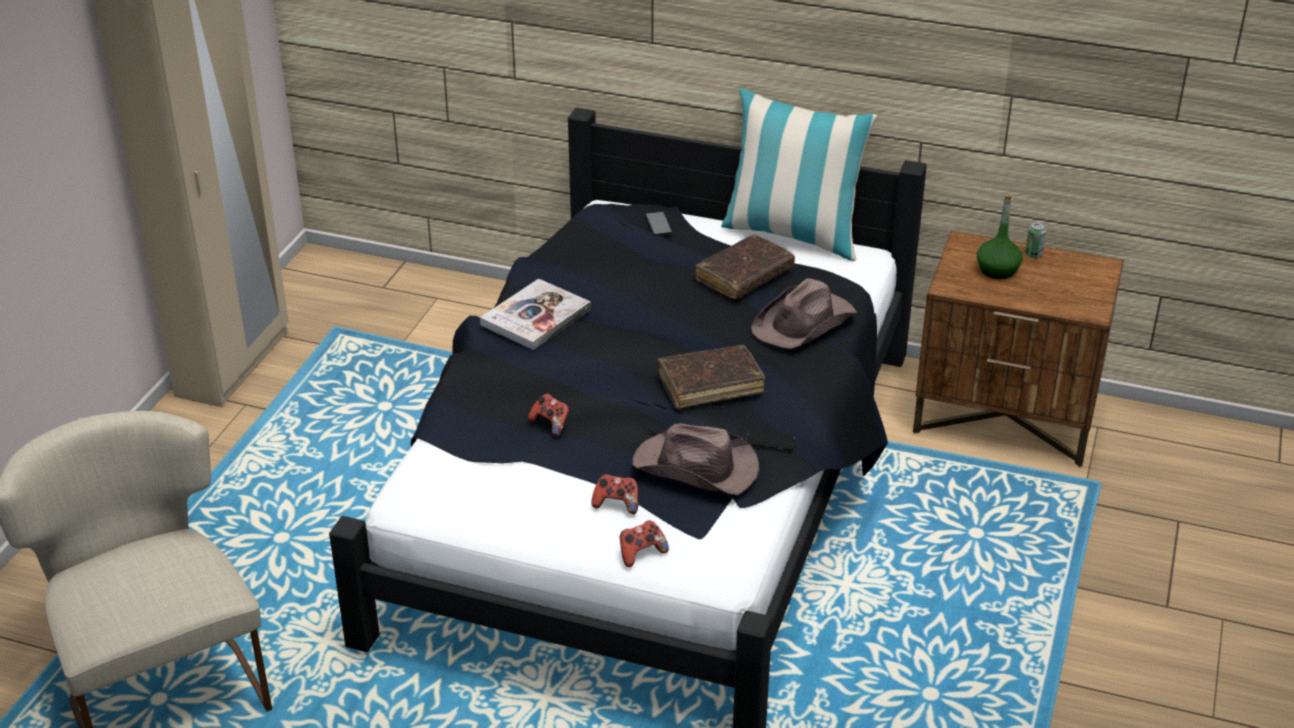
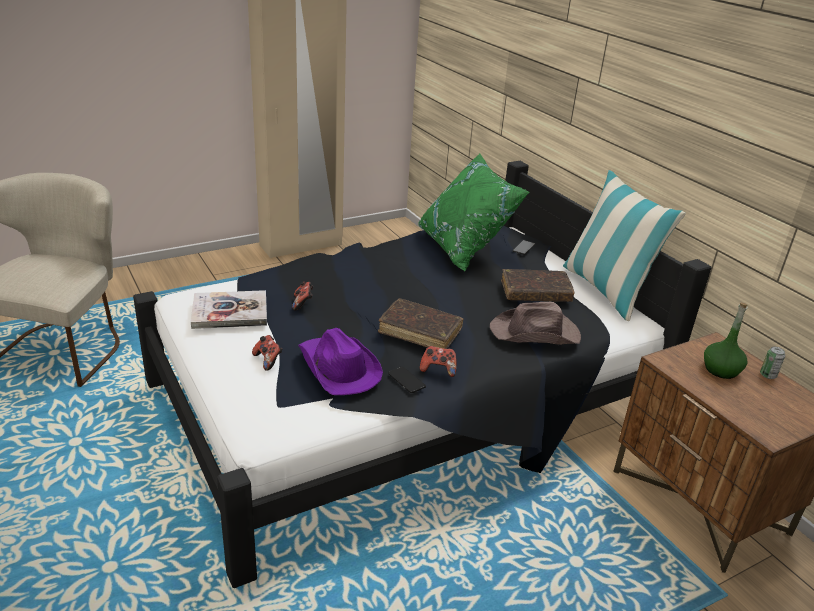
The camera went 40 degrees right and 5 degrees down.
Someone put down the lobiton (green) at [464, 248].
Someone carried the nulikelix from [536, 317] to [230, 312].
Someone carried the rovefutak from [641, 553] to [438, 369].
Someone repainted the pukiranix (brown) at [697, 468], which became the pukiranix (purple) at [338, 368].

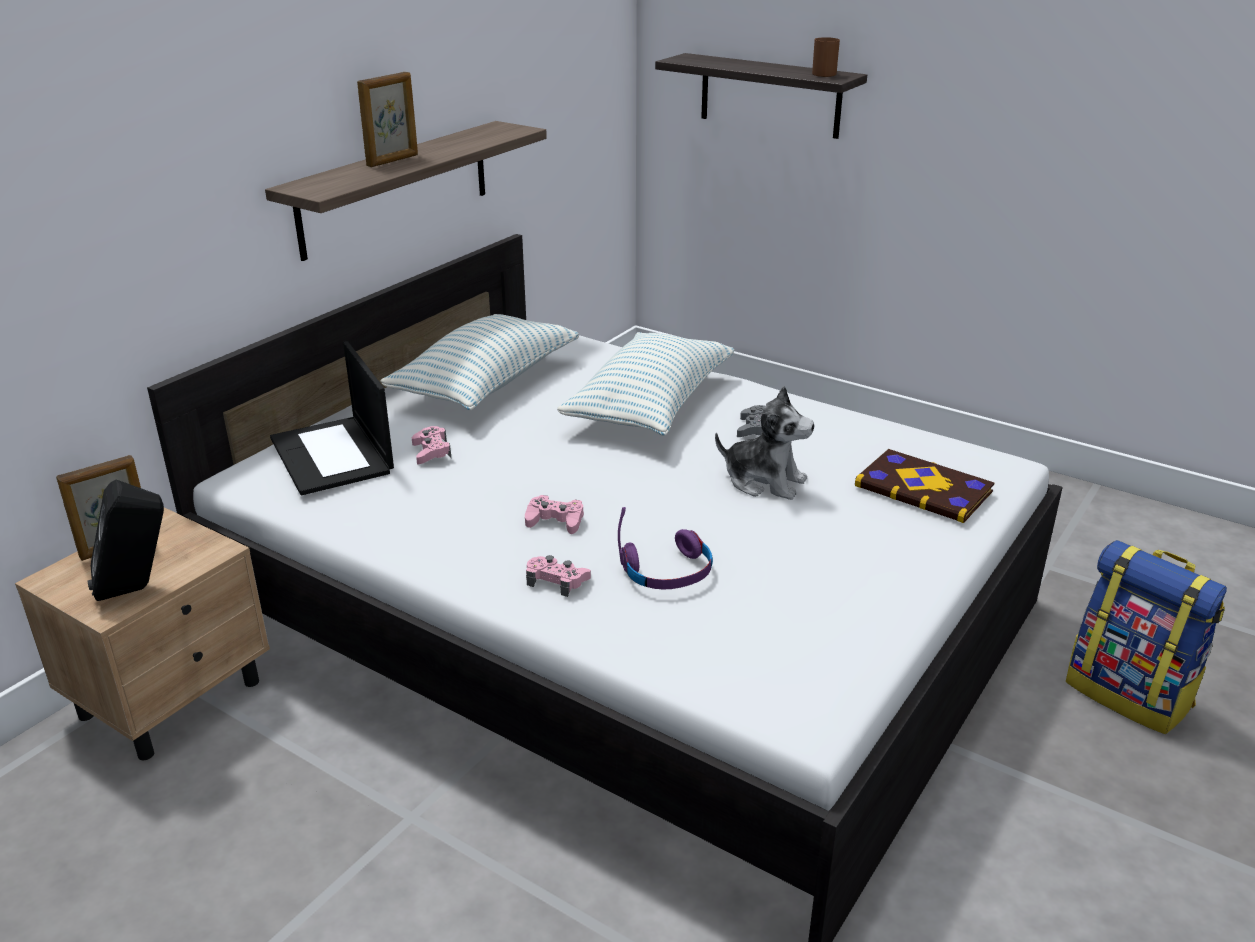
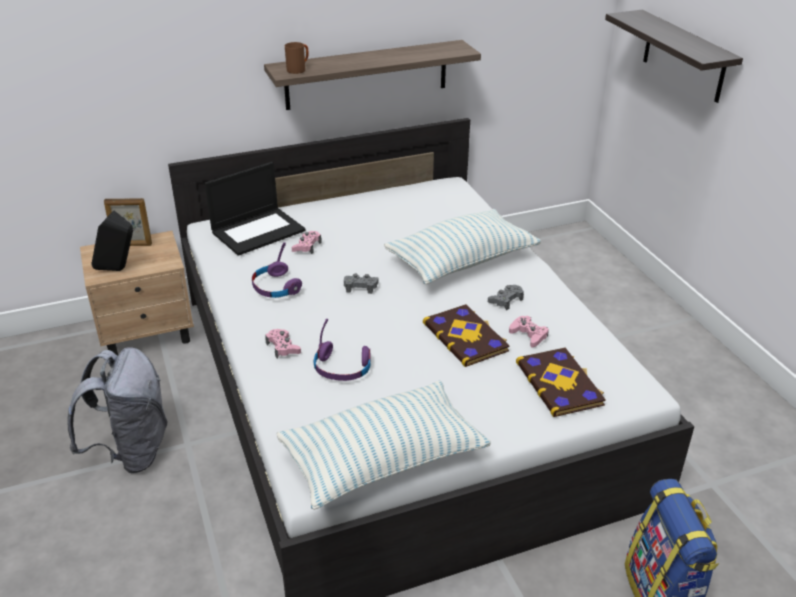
The camera went 35 degrees right and 5 degrees up.
Someone took away the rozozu at [393, 160].
Someone put down the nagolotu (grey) at [132, 451].
Someone put down the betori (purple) at [275, 287].
Someone put down the rovefutak (grey) at [361, 287].
Someone carried the lobiton from [486, 384] to [383, 459].
Someone carried the rovefutak (pink) from [555, 520] to [528, 335].
Someone carried the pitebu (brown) from [823, 73] to [299, 69].
Someone swapped the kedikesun at [764, 481] for the nulikelix at [466, 337].
Someone rotated the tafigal at [333, 456] by 135 degrees counterclockwise.

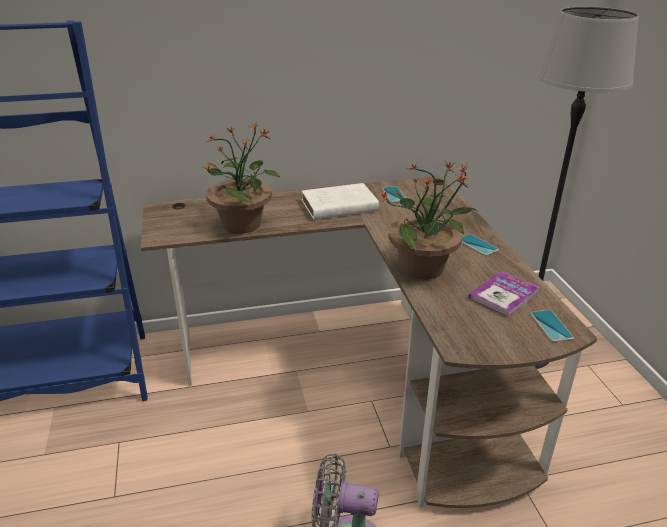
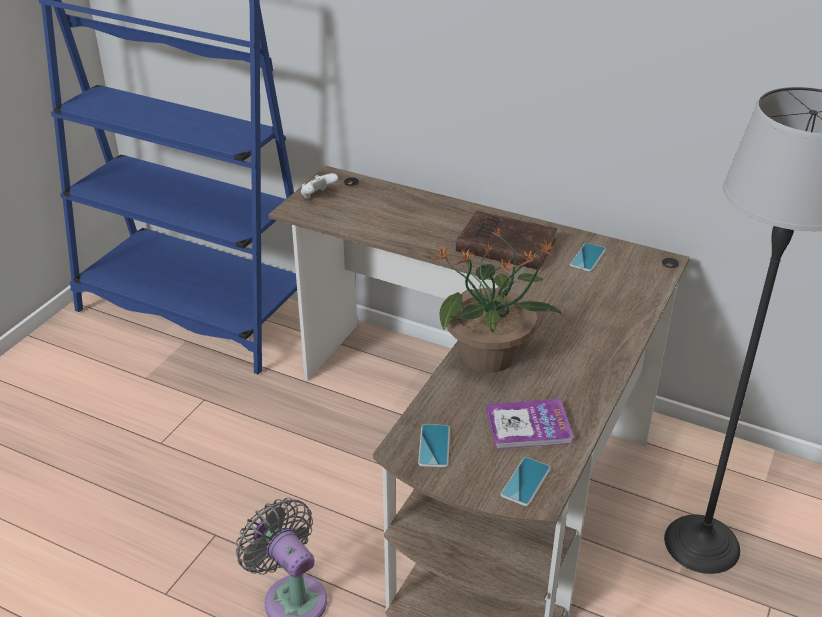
The camera went 40 degrees right and 5 degrees up.
Someone took away the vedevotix at [242, 224].
Someone put down the rovefutak (white) at [318, 196].
Someone carried the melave from [477, 245] to [434, 446].
Someone repainted the nulikelix (white) at [337, 206], which became the nulikelix (brown) at [503, 245].

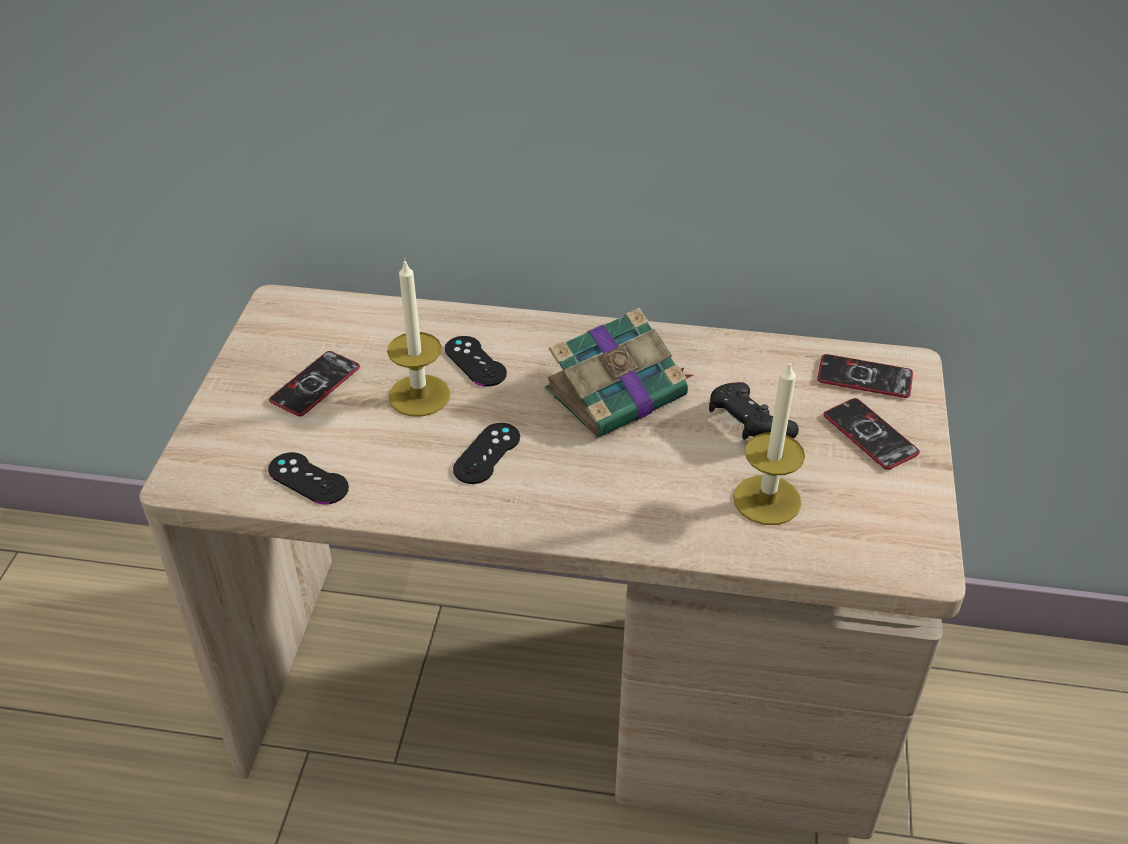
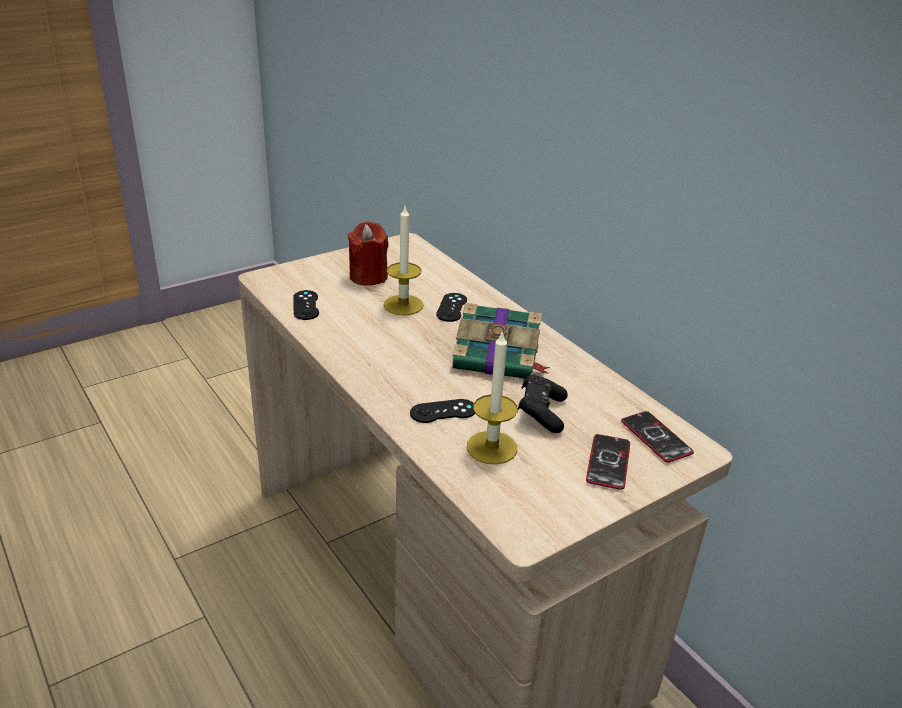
The camera went 45 degrees right and 10 degrees down.
Someone carried the rovefutak (black) from [487, 453] to [443, 411].
Someone swapped the melave at [315, 385] for the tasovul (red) at [368, 276].

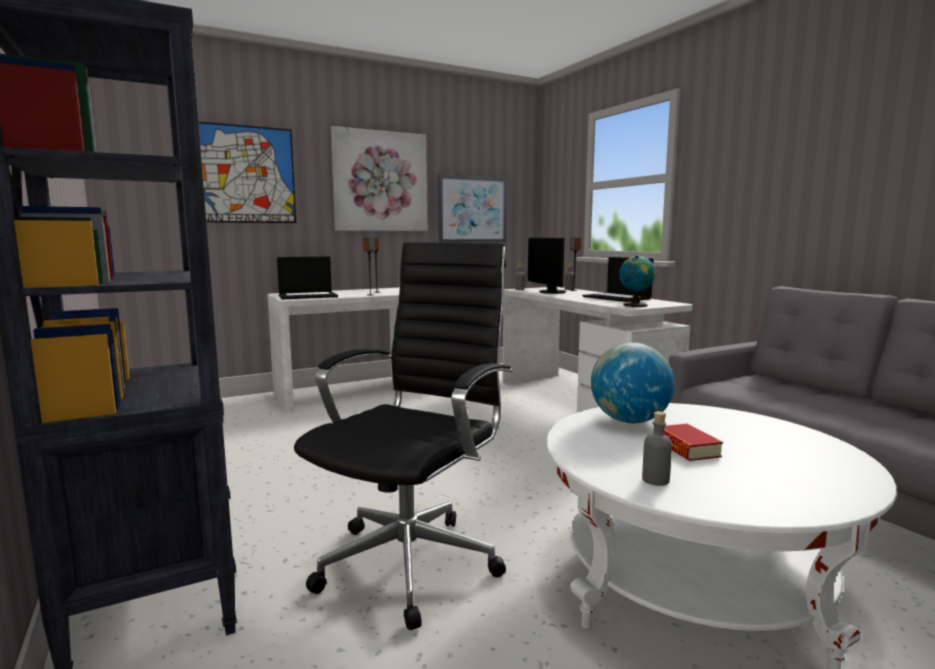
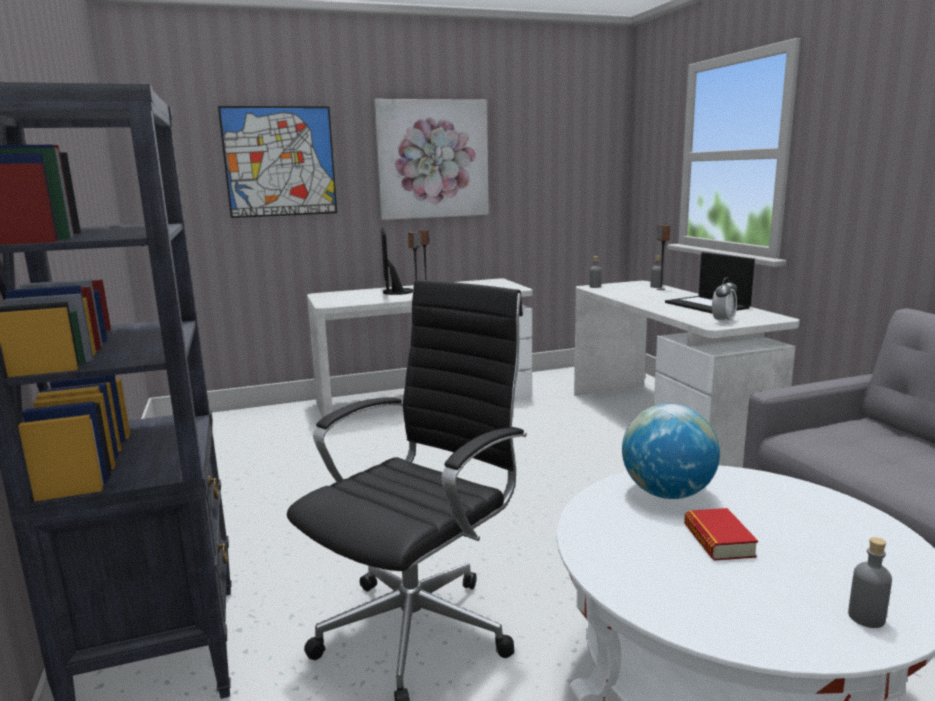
The camera went 10 degrees right and 5 degrees up.
Someone took away the tafigal at [308, 296].
Someone took away the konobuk at [472, 209].
Someone carried the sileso from [549, 292] to [394, 292].
Someone carried the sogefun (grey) from [655, 480] to [866, 617].
Someone swapped the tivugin at [635, 305] for the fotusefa at [723, 321].

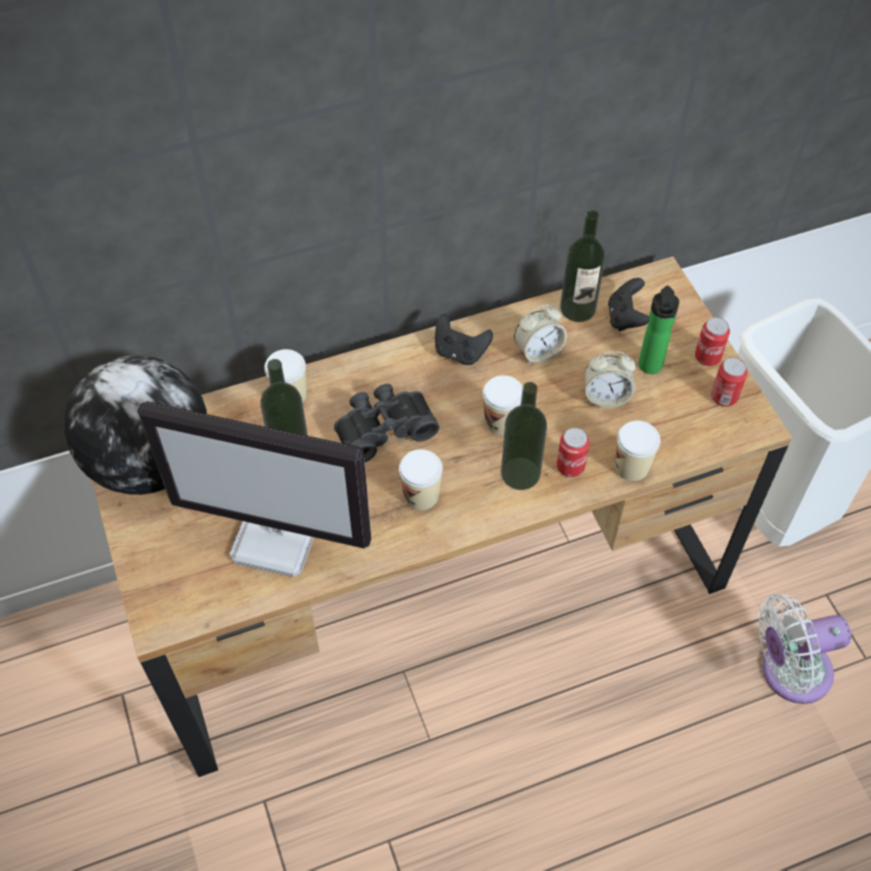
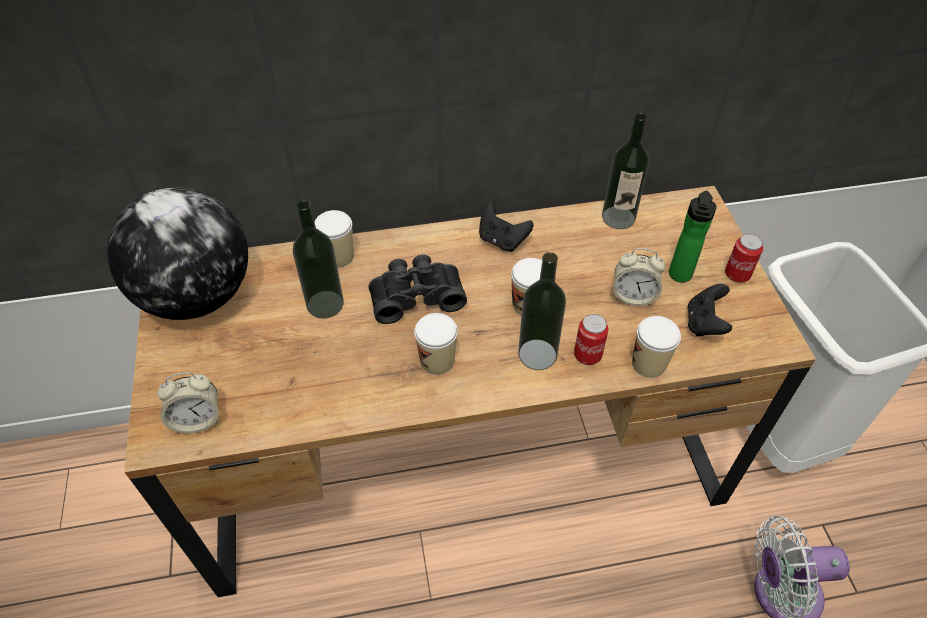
The camera went 10 degrees right and 5 degrees down.
Someone took away the sileso at [278, 538].
Someone took away the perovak at [724, 397].
Someone carried the fotusefa from [538, 352] to [197, 419].
Someone carried the rovefutak (black) from [625, 318] to [704, 323].

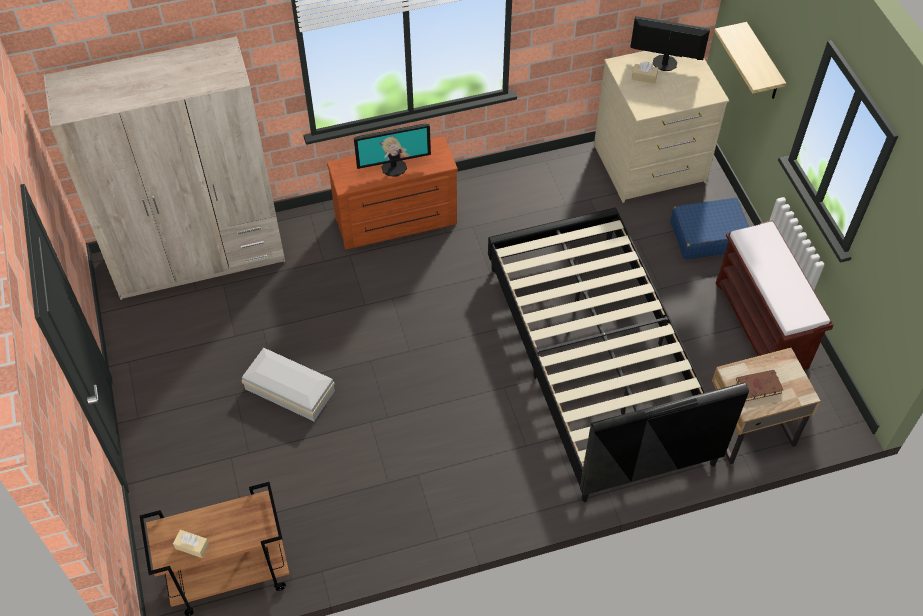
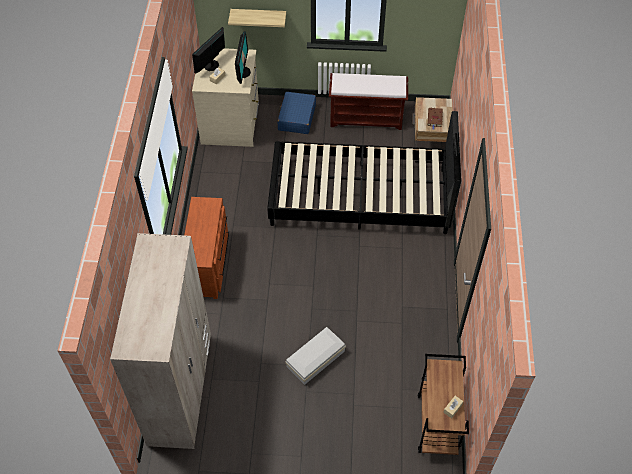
The camera went 70 degrees left and 0 degrees up.
Someone carried the sileso from [394, 167] to [243, 72].

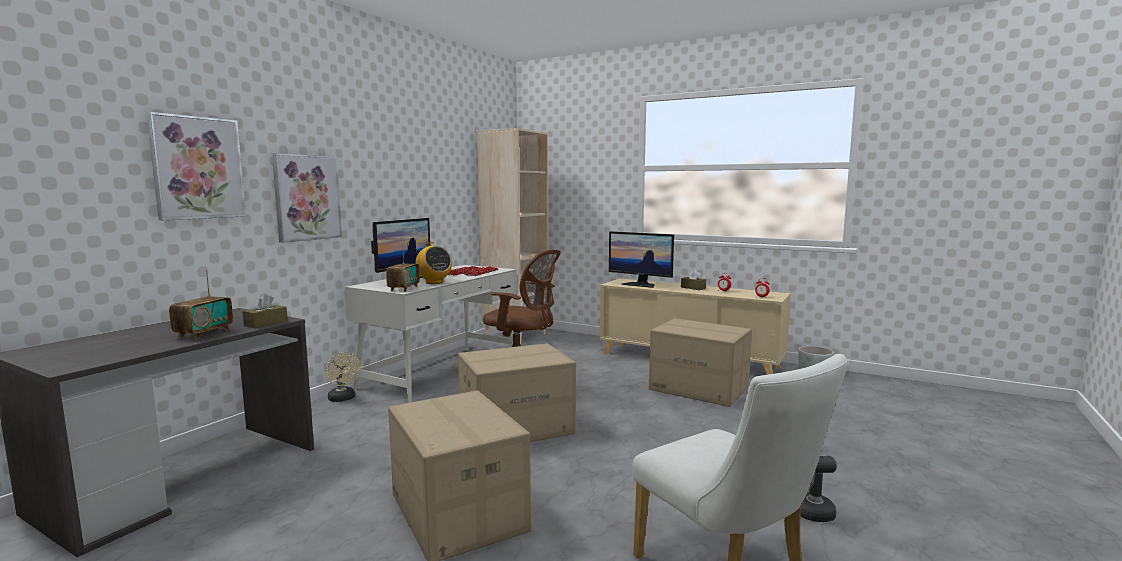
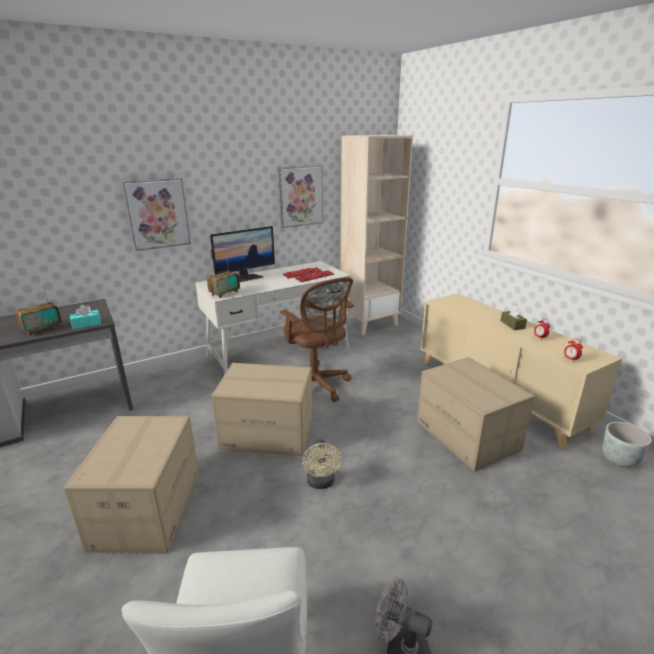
The camera went 30 degrees right and 15 degrees up.
Someone took away the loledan at [434, 282].
Someone took away the sileso at [640, 284].
Someone carried the konobuk from [197, 168] to [301, 196].
Someone carried the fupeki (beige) from [343, 399] to [321, 483].
Someone repainted the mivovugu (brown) at [266, 323], which became the mivovugu (turquoise) at [86, 324].

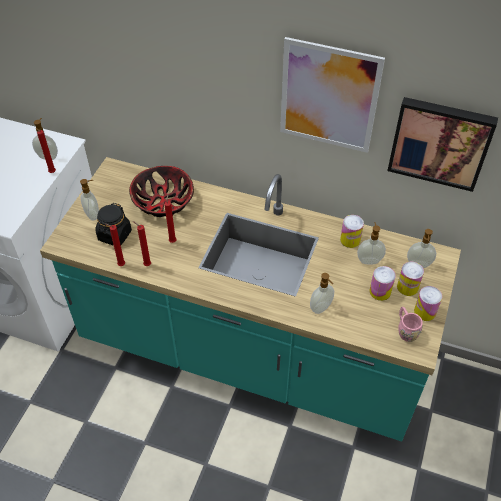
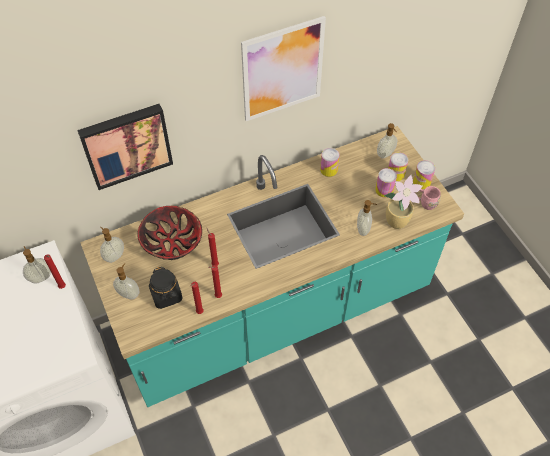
The camera went 45 degrees left and 5 degrees up.
Someone put down the vedevotix at [398, 221].
Someone carried the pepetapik from [369, 260] to [114, 256].
Someone carried the konobuk from [440, 142] to [126, 144].

